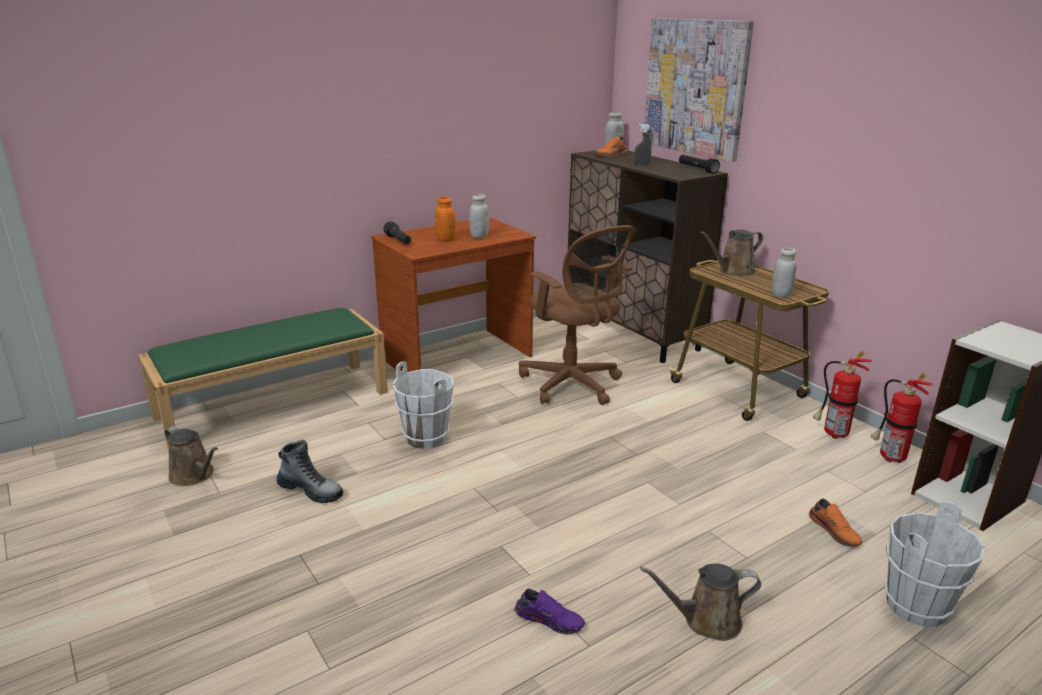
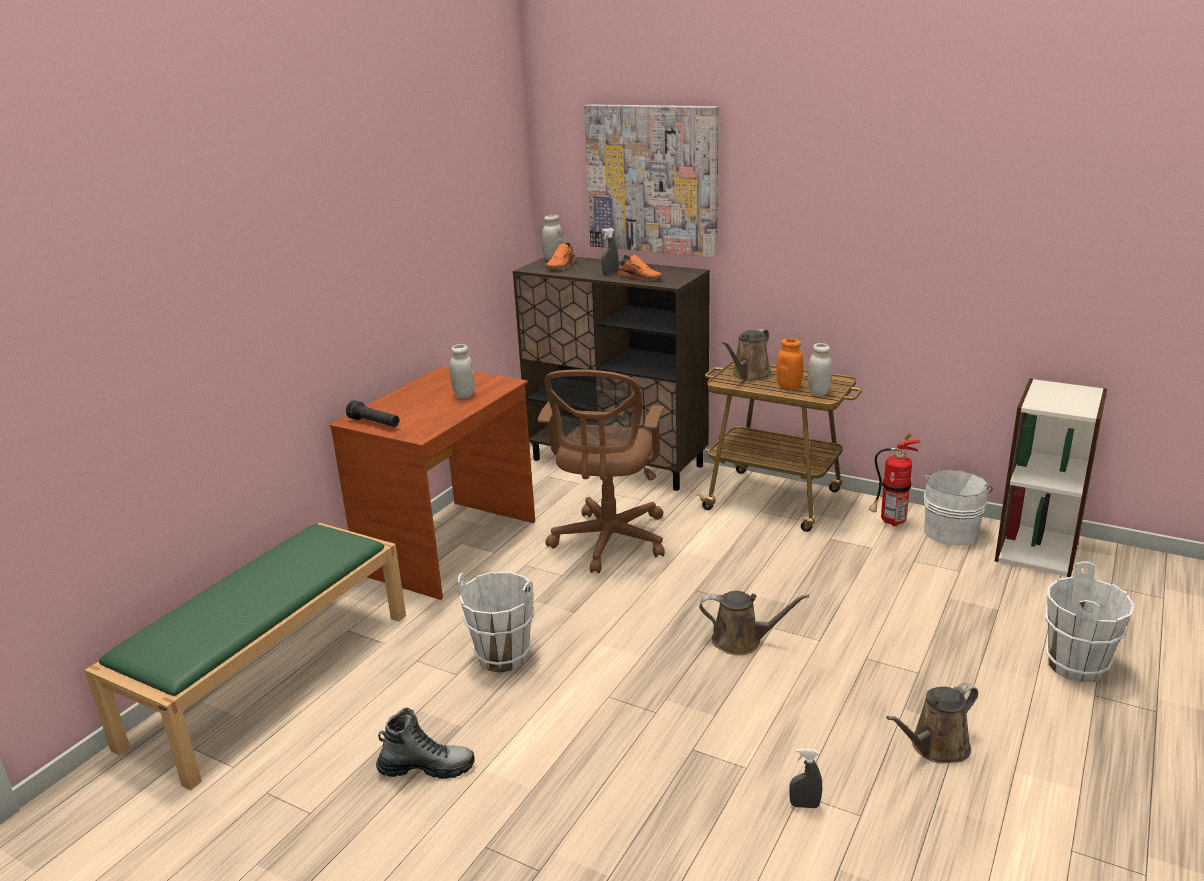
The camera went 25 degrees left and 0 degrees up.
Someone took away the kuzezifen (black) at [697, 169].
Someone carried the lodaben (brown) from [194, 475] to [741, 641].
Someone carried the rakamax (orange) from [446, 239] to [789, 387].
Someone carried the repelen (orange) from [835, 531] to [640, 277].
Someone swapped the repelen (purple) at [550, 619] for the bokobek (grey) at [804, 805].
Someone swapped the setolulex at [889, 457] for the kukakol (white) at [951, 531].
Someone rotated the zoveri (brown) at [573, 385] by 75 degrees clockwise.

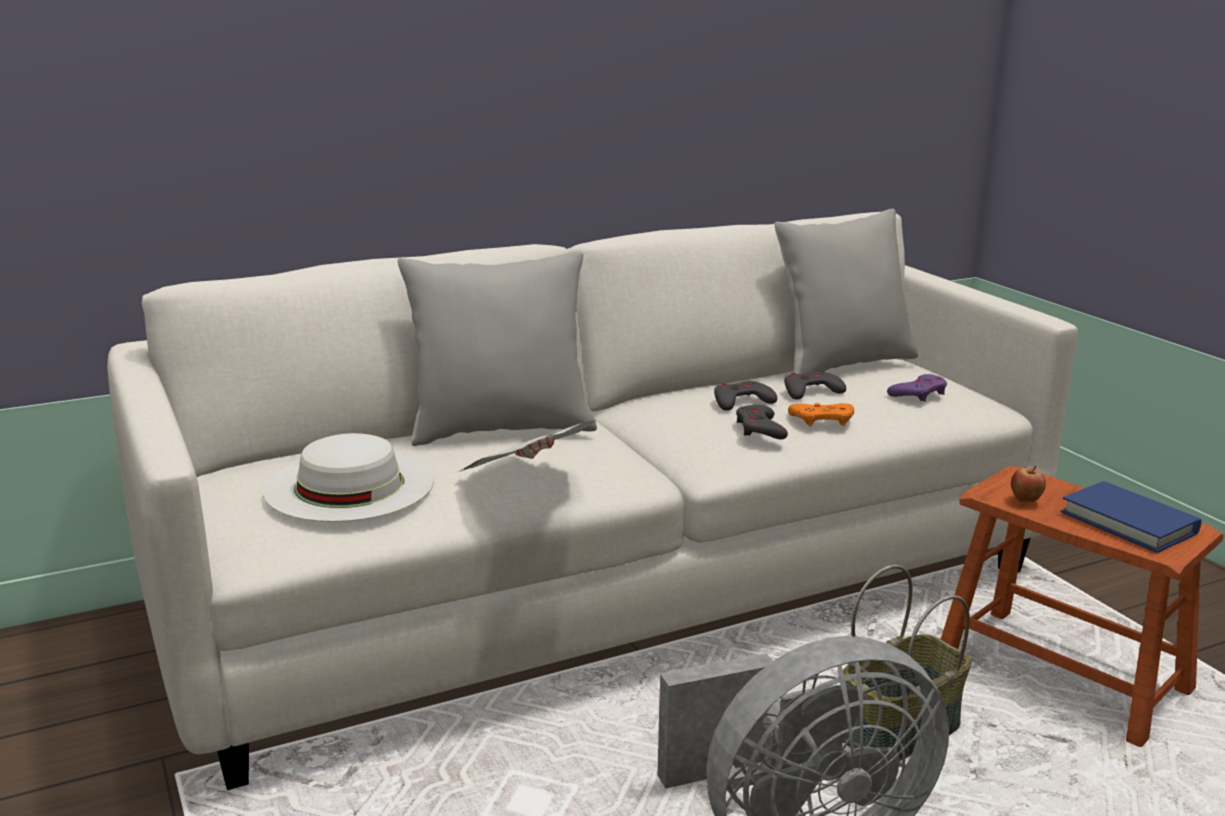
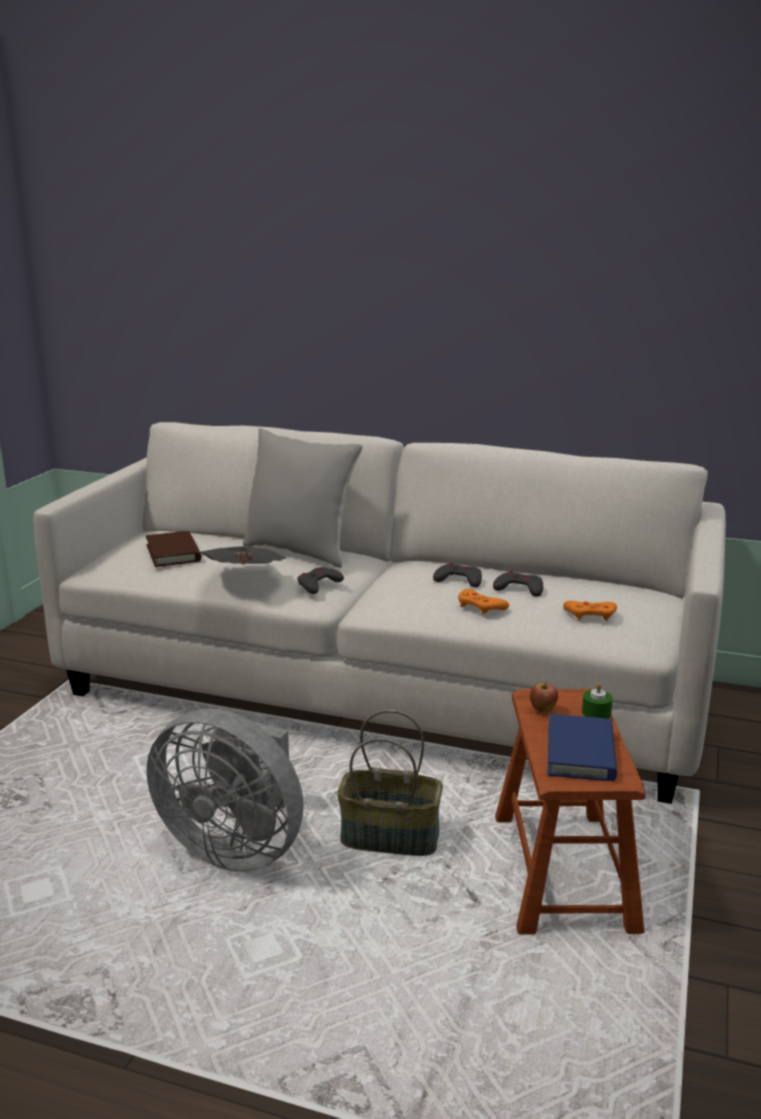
The camera went 45 degrees right and 0 degrees up.
Someone took away the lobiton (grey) at [842, 364].
Someone put down the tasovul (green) at [596, 713].
Someone carried the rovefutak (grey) from [760, 429] to [318, 584].
Someone swapped the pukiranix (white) at [349, 485] for the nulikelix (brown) at [173, 553].
Someone repainted the rovefutak (purple) at [919, 393], which became the rovefutak (orange) at [590, 614].

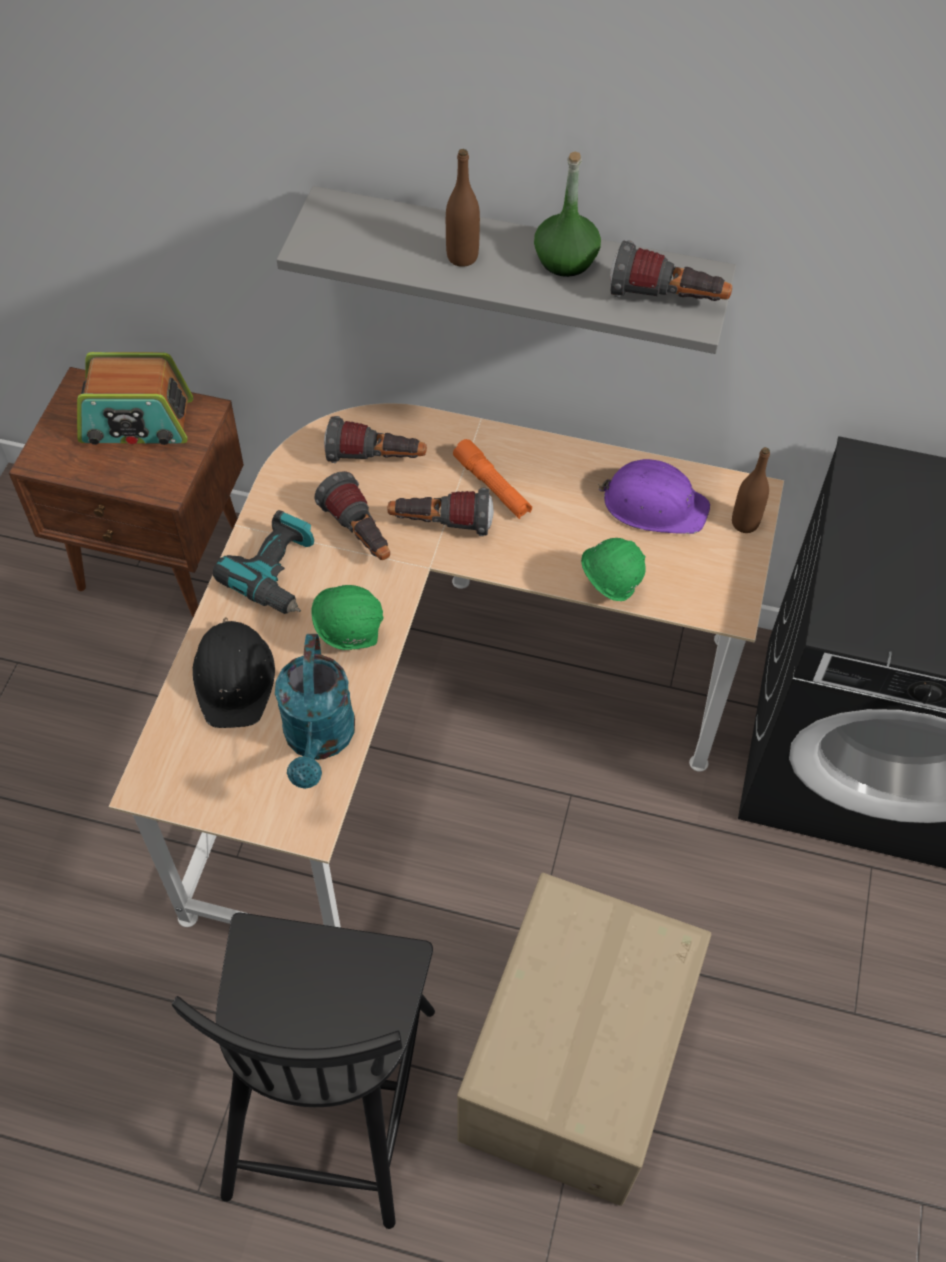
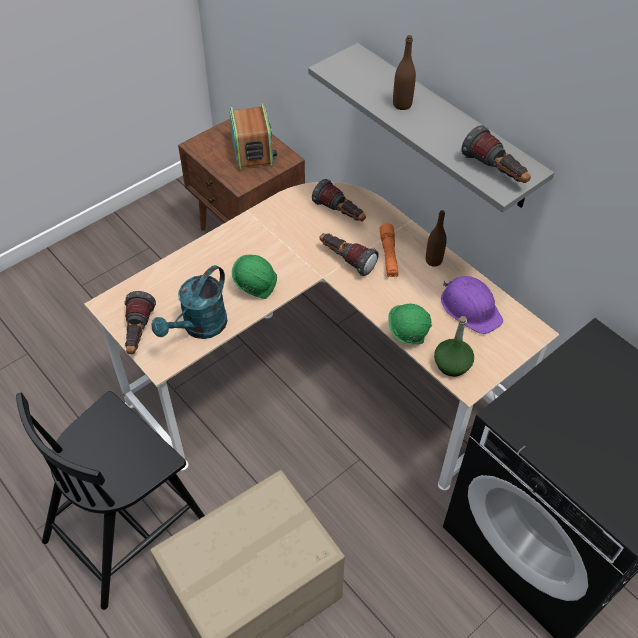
The camera went 35 degrees right and 5 degrees down.
Someone took away the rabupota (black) at [234, 677].
Someone took away the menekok at [278, 573].
Someone carried the kuzezifen from [359, 535] to [138, 334].
Someone carried the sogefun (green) from [565, 260] to [452, 365].
Someone carried the sogefun (brown) from [745, 523] to [433, 260].
Someone rotated the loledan at [137, 422] by 135 degrees counterclockwise.

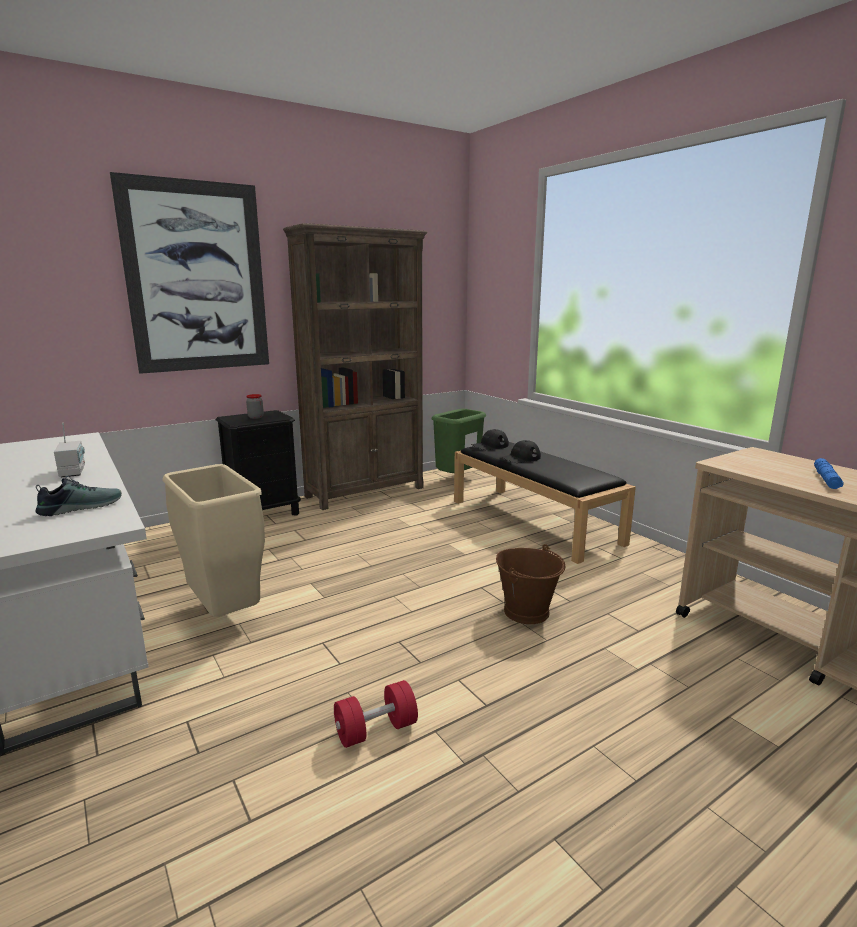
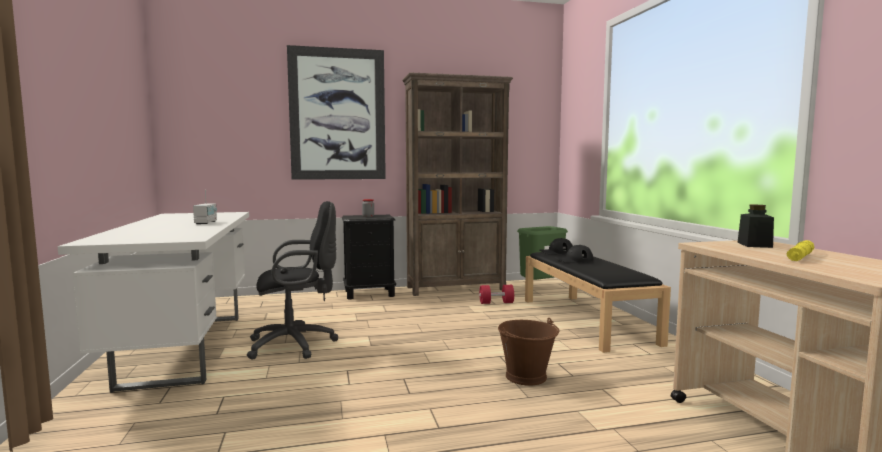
The camera went 20 degrees right and 10 degrees down.
Someone took away the repelen at [80, 507].
Someone put down the rakamax (black) at [754, 245].
Someone carried the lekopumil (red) from [376, 730] to [496, 303].
Someone swapped the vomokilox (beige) at [226, 613] for the zoveri (black) at [296, 344].
Someone repainted the kuzezifen (blue) at [826, 479], which became the kuzezifen (yellow) at [800, 257].

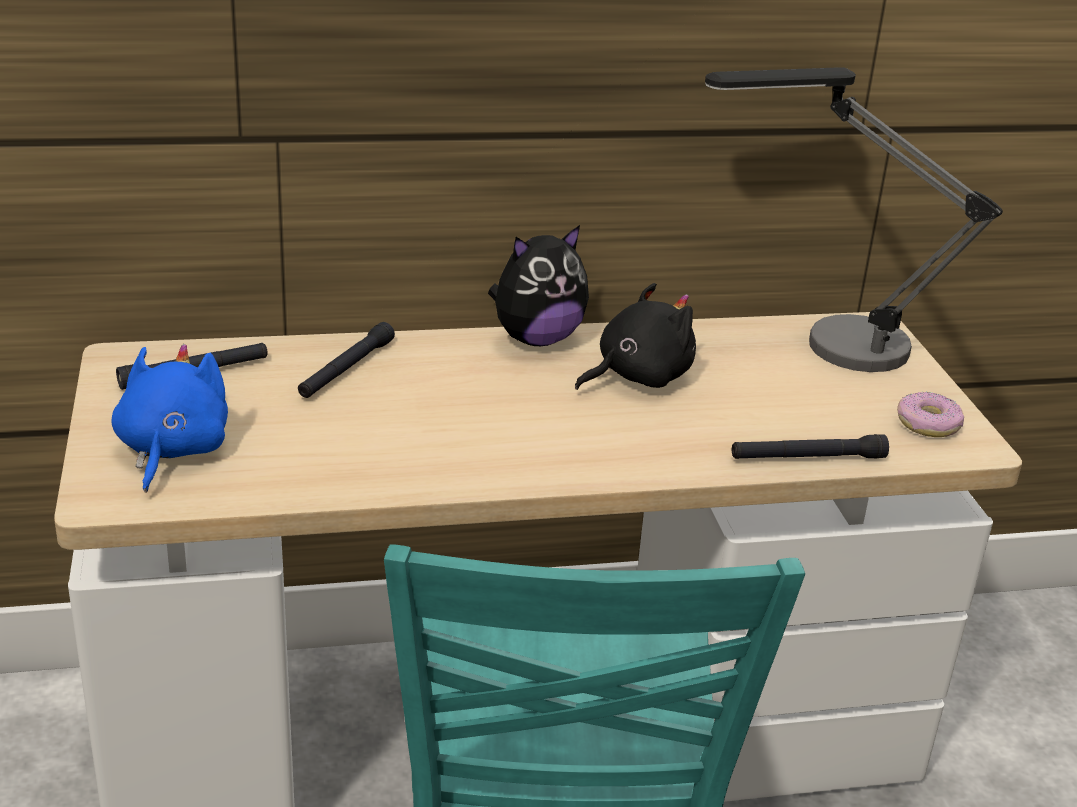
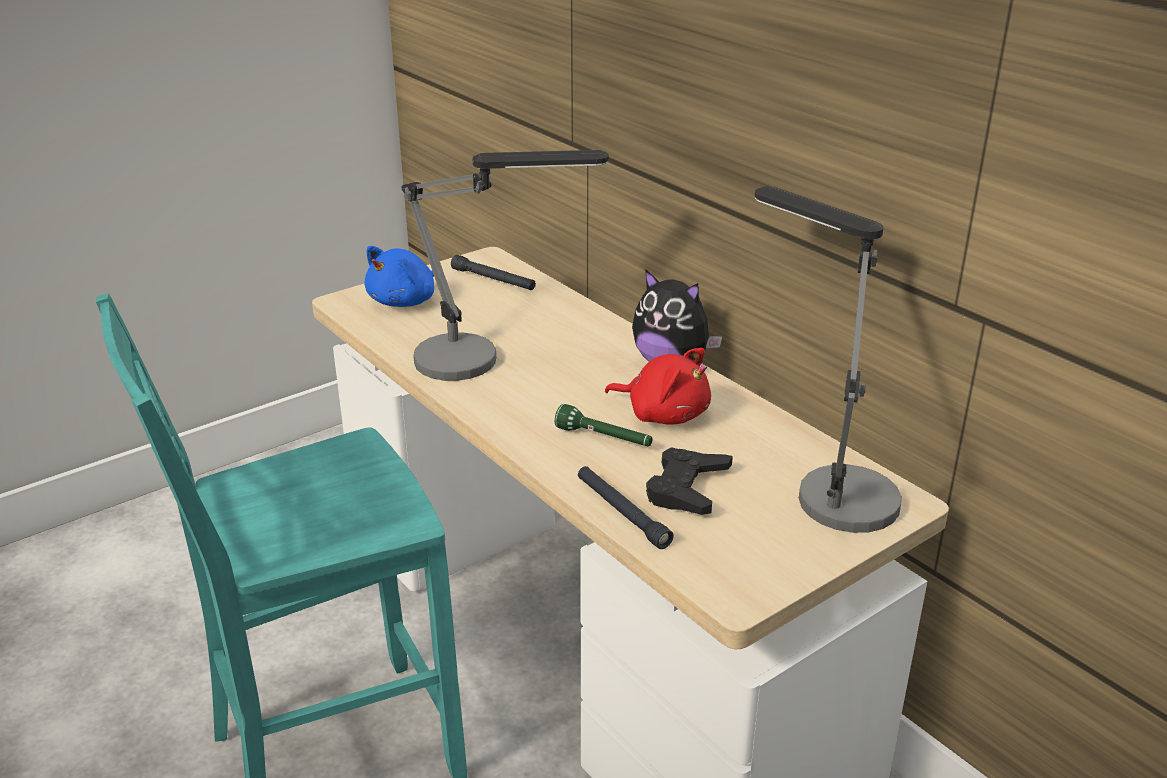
The camera went 65 degrees right and 0 degrees up.
Someone took away the kuzezifen (black) at [346, 370].
Someone took away the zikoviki at [927, 424].
Someone put down the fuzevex at [481, 361].
Someone put down the kuzezifen (green) at [604, 439].
Someone put down the rovefutak (black) at [687, 488].
Someone repainted the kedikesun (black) at [637, 376], which became the kedikesun (red) at [664, 414].
Someone rotated the kedikesun (blue) at [171, 451] by 150 degrees clockwise.

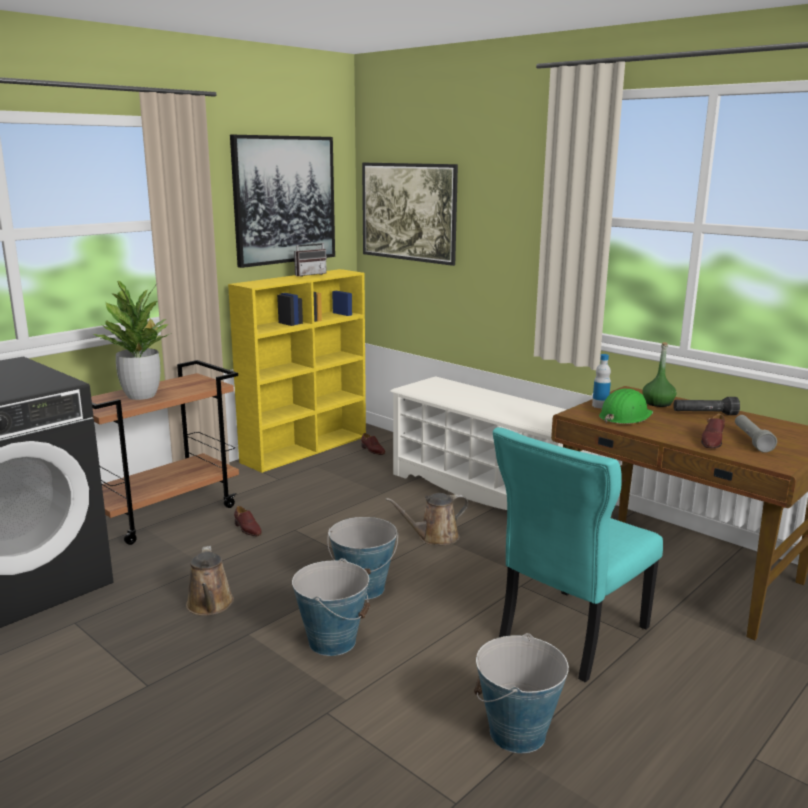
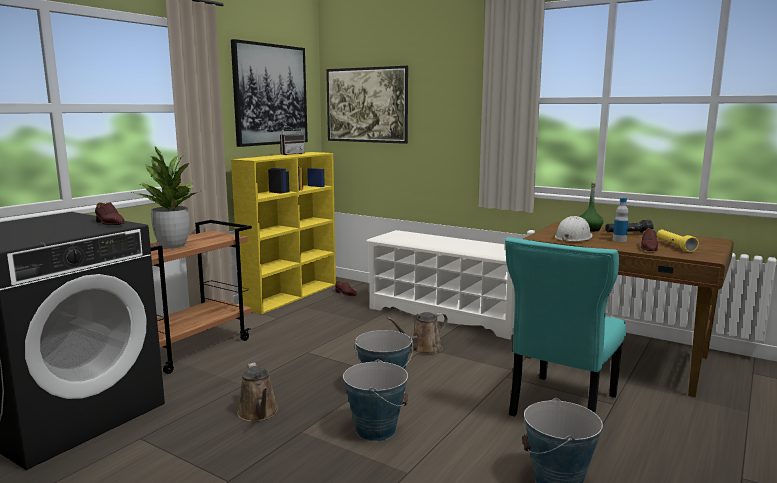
The camera went 10 degrees left and 5 degrees down.
Someone carried the repelen (brown) from [247, 529] to [109, 223].
Someone carried the sogefun from [600, 406] to [619, 240].
Someone repainted the rabupota (green) at [625, 416], which became the rabupota (white) at [573, 237].
Someone repainted the kuzezifen (grey) at [751, 440], which became the kuzezifen (yellow) at [674, 246].

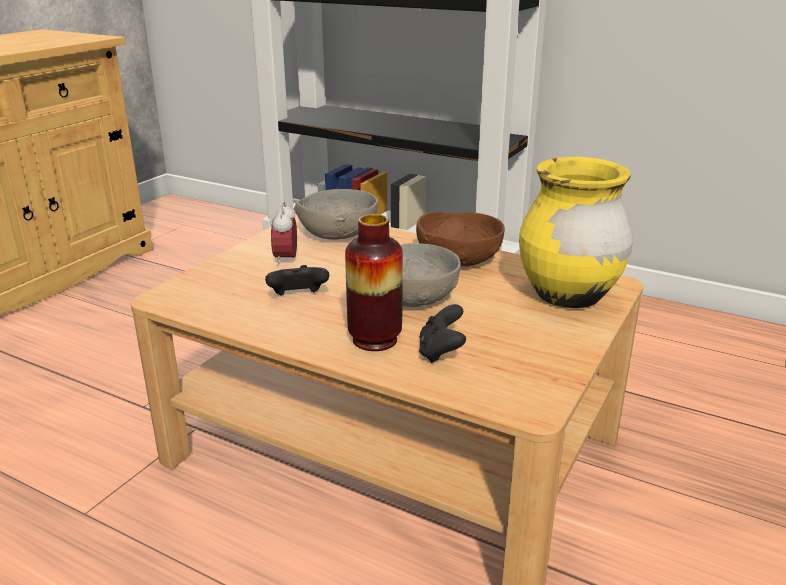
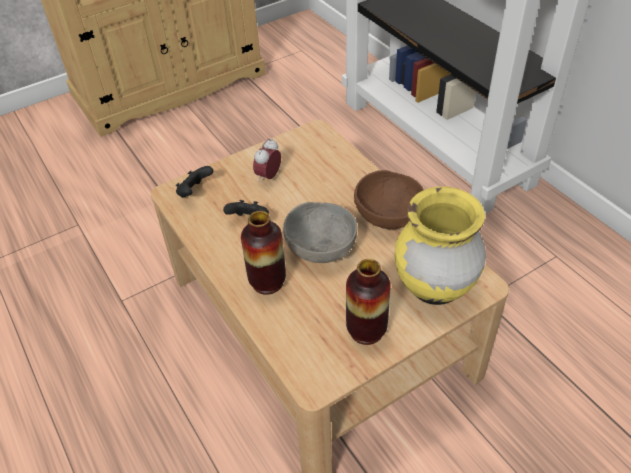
The camera went 30 degrees right and 20 degrees up.
Someone took away the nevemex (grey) at [338, 233].
Someone put down the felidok at [366, 330].
Someone carried the rovefutak (black) from [441, 352] to [194, 192].

